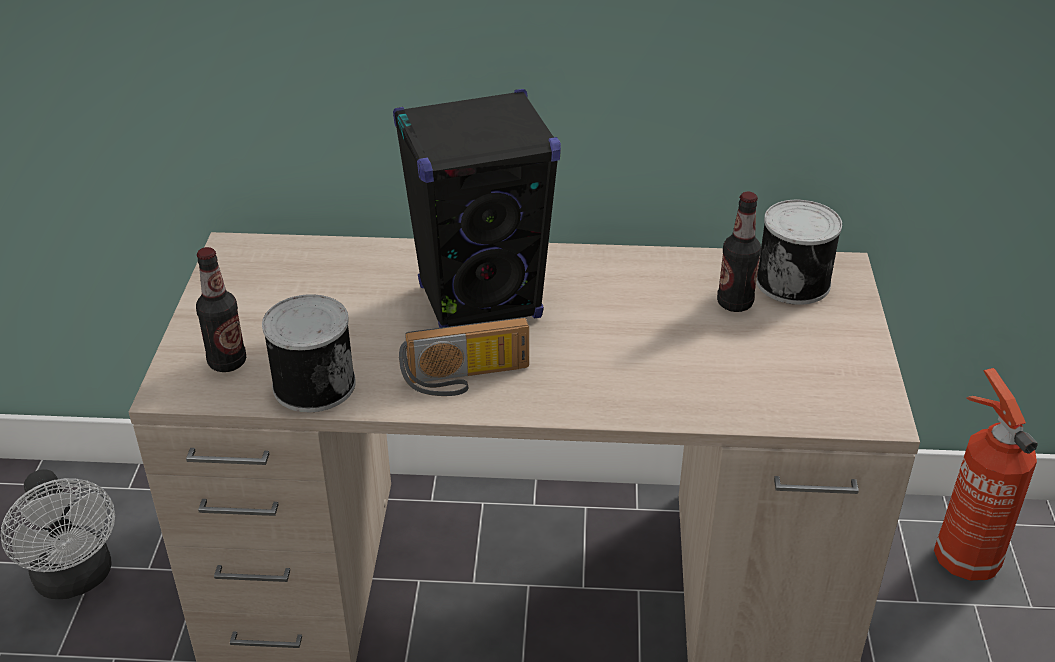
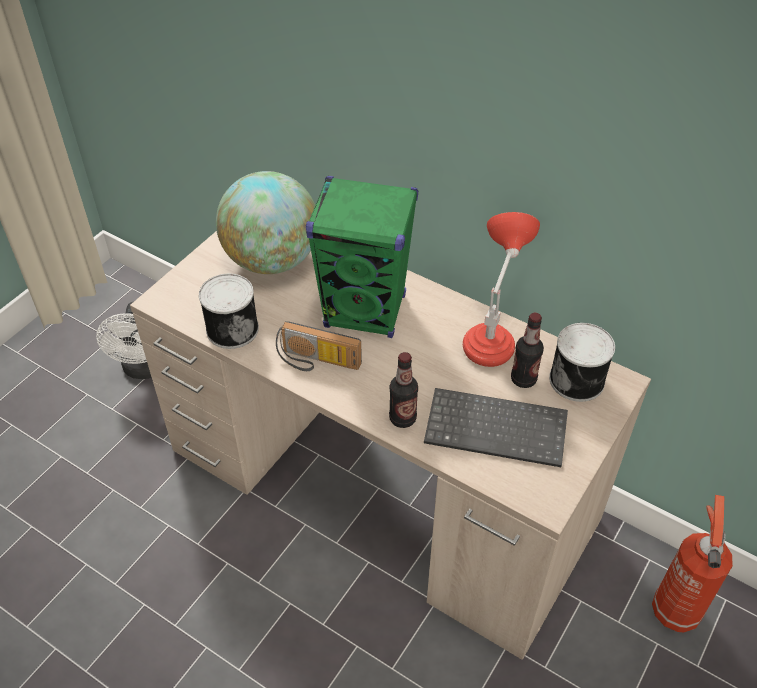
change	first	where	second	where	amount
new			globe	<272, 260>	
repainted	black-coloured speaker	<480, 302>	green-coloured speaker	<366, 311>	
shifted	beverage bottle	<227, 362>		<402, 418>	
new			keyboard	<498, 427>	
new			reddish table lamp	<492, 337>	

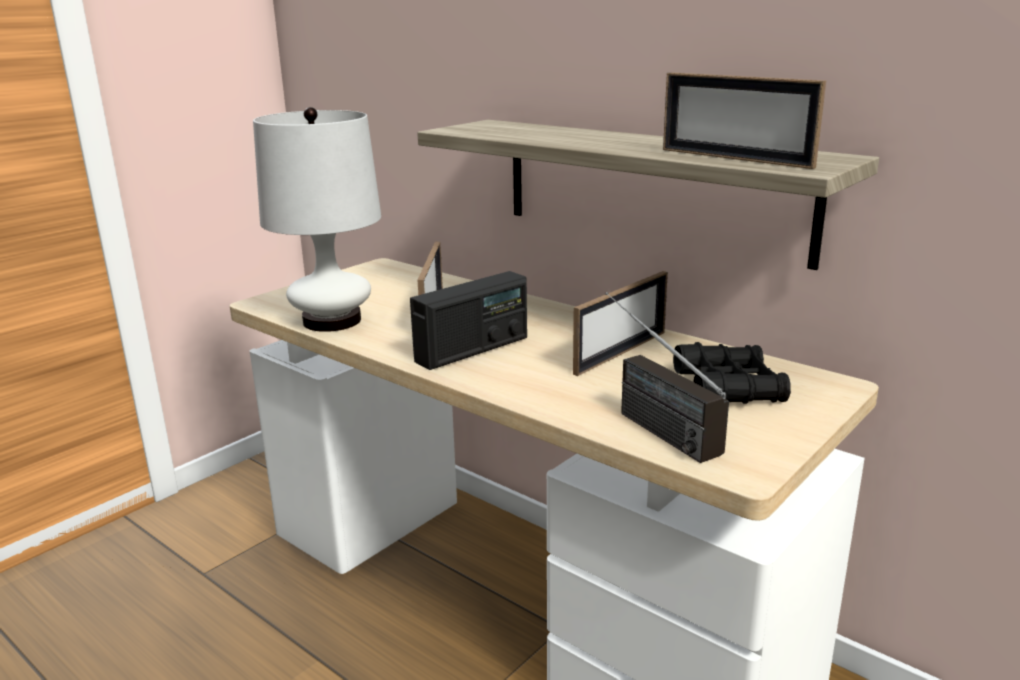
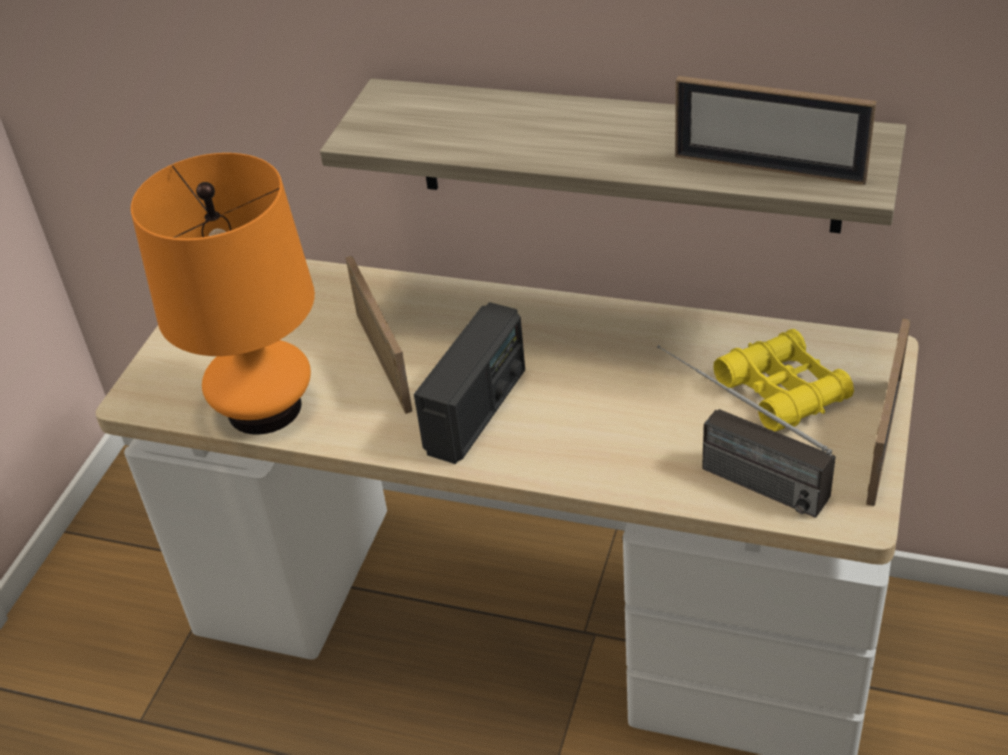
change	first	where	second	where	amount
repainted	whitish table lamp	<332, 321>	orange table lamp	<264, 408>	
repainted	black-coloured field glasses	<728, 388>	yellow field glasses	<782, 391>	
shifted	standing frame	<621, 352>		<883, 440>	

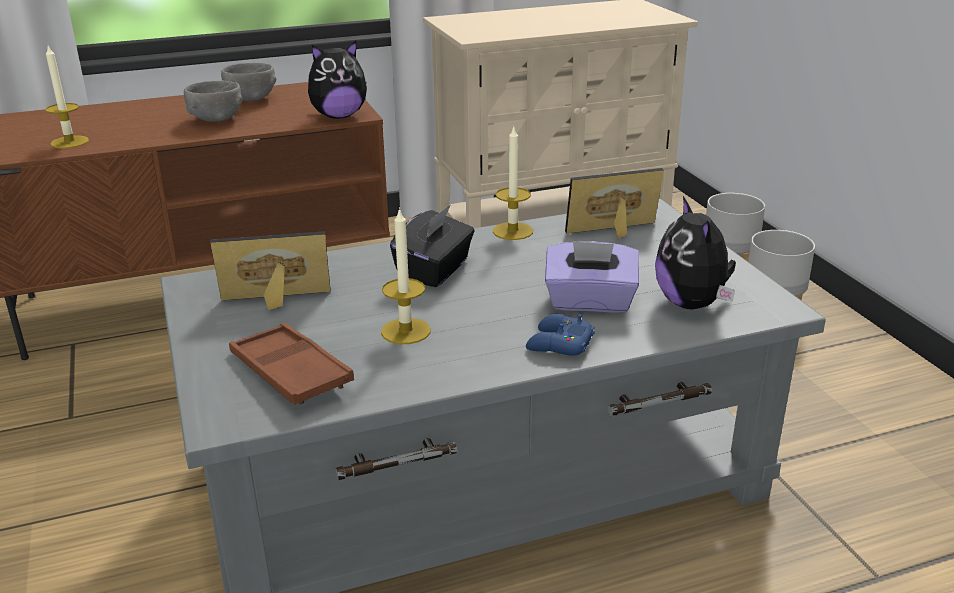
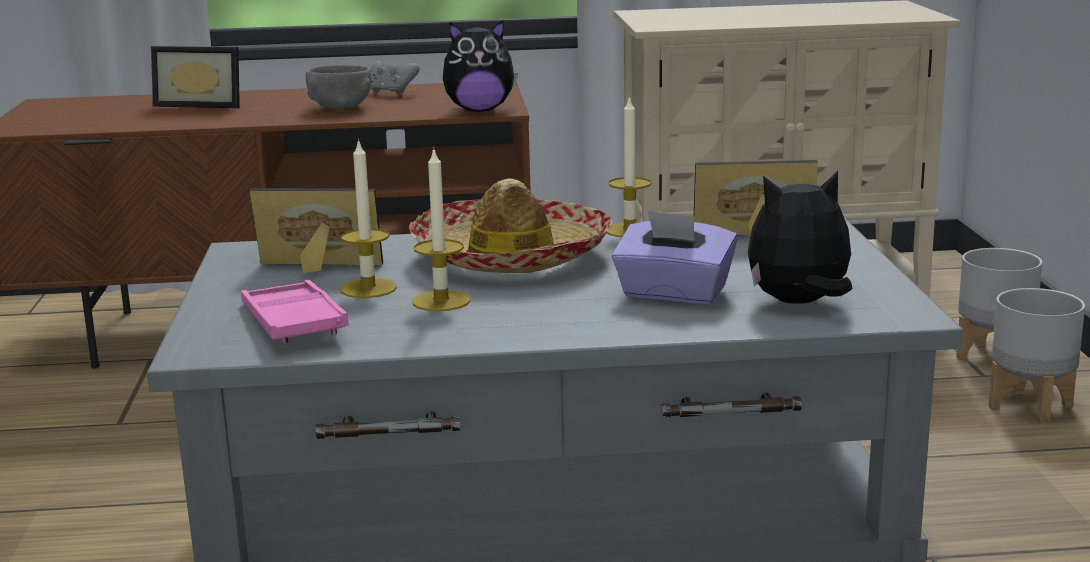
change	first	where	second	where	amount
new			standing frame	<202, 104>	
repainted	brownish carrying tray	<290, 372>	pink-coloured carrying tray	<293, 322>	
shifted	wax light	<69, 142>		<368, 288>	
swapped	grey serving bowl	<250, 99>	grey joypad	<391, 93>	
swapped	black-coloured tissue box	<435, 270>	hat	<512, 256>	
rotated	soft toy	<692, 304>		<799, 304>	75 degrees clockwise
gone	bluish joypad	<559, 344>			

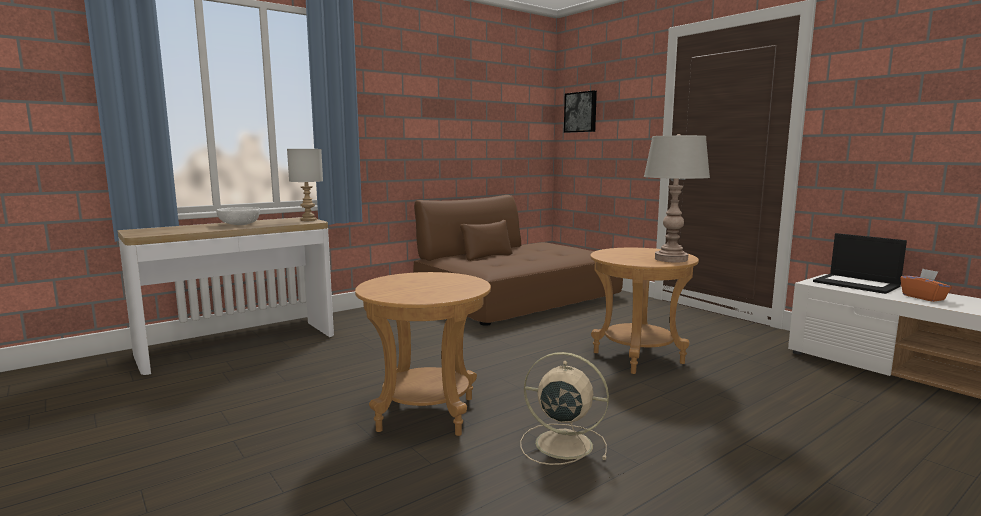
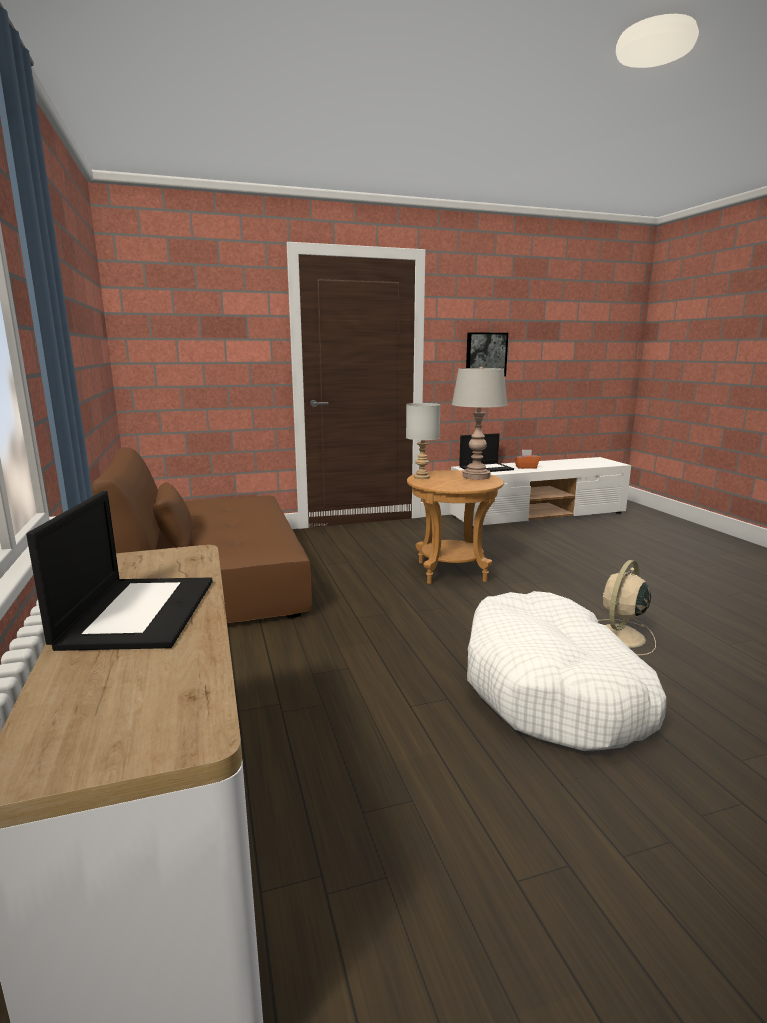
change	first	where	second	where	amount
swapped	whitish serving bowl	<240, 224>	notebook computer	<138, 611>	
shifted	grey table lamp	<308, 220>		<422, 477>	
shifted	picture	<581, 112>		<485, 354>	
swapped	brownish end table	<426, 414>	whitish dog bed	<554, 690>	

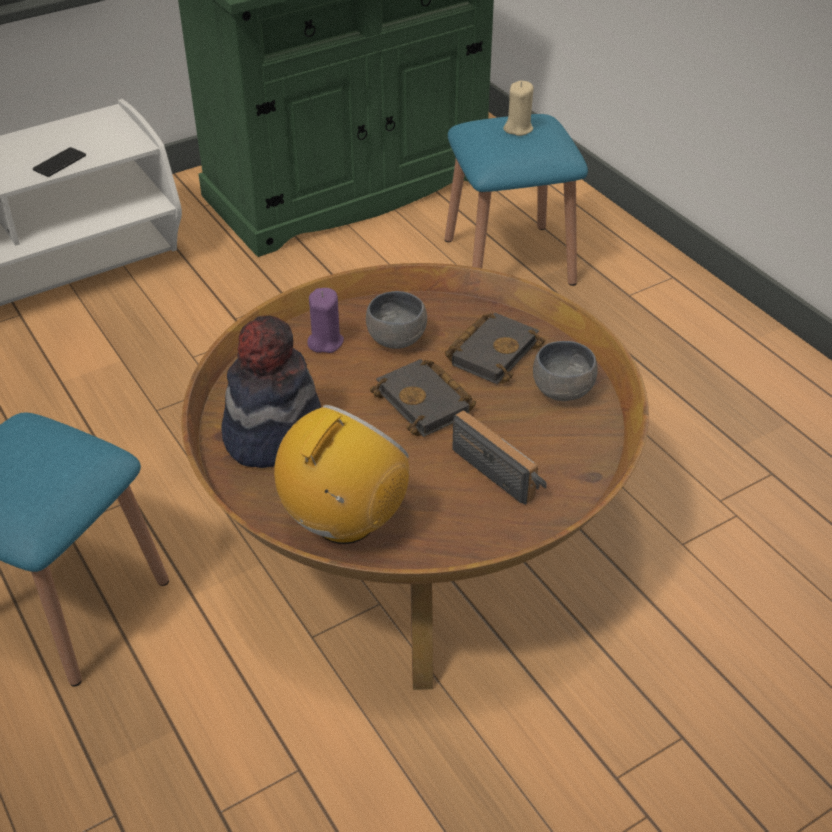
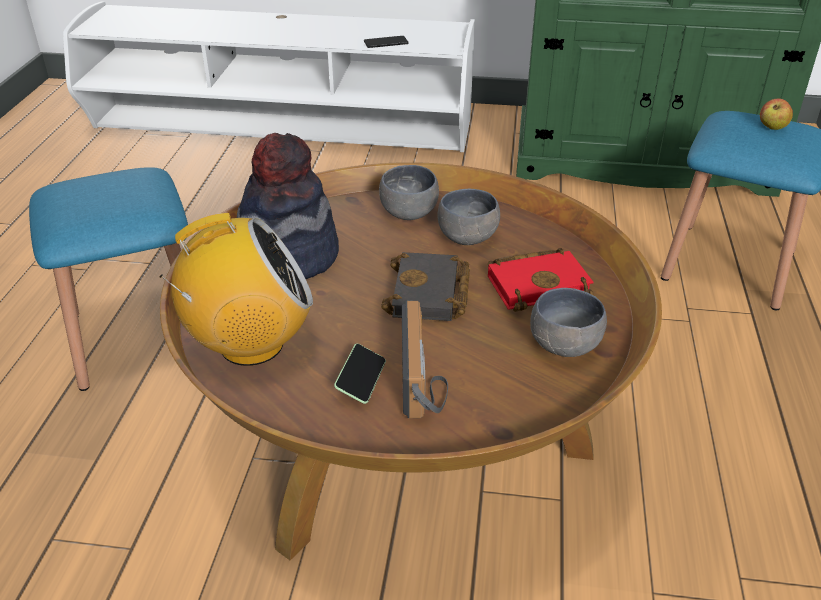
change	first	where	second	where	amount
new			handset	<361, 381>	
swapped	purple-coloured wax light	<325, 342>	grey serving bowl	<409, 214>	
repainted	black-coloured volume	<493, 351>	reddish volume	<539, 284>	
swapped	sand-coloured wax light	<518, 128>	apple fruit	<772, 127>	

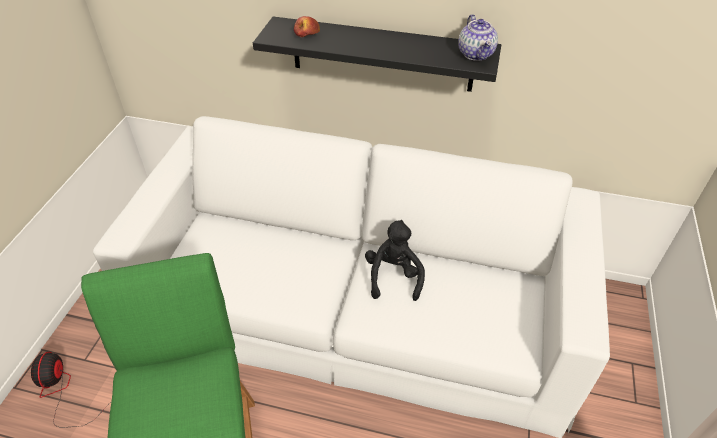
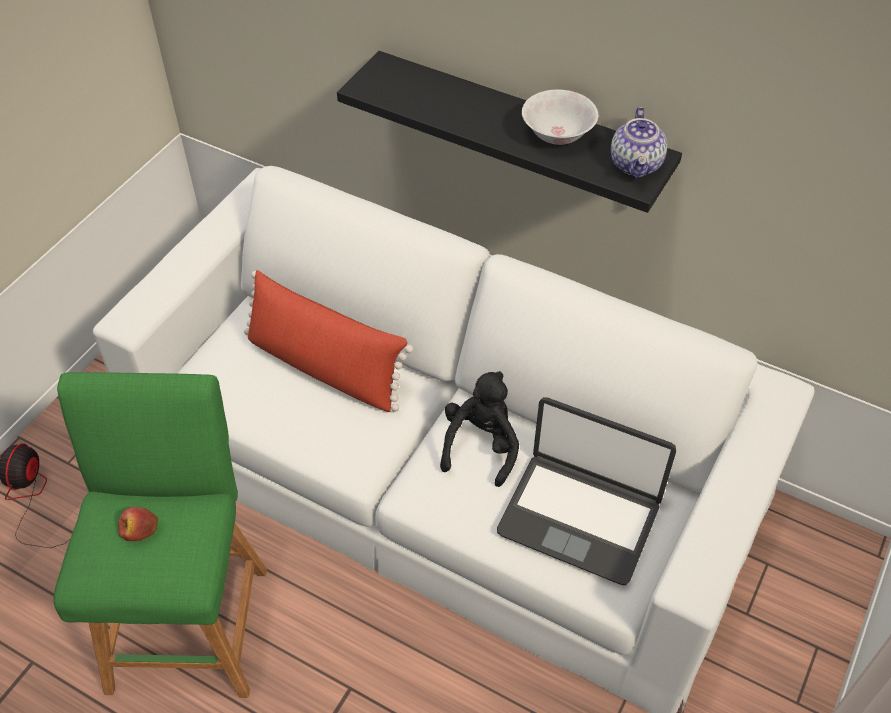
change	first	where	second	where	amount
shifted	apple fruit	<307, 34>		<139, 529>	
new			reddish pillow	<324, 367>	
new			notebook computer	<579, 517>	
new			whitish serving bowl	<558, 135>	

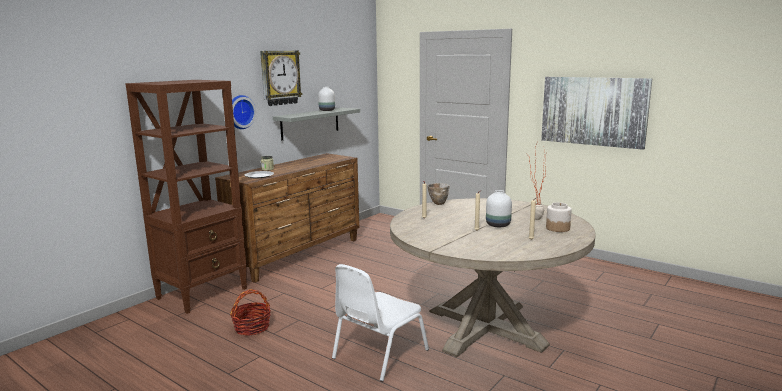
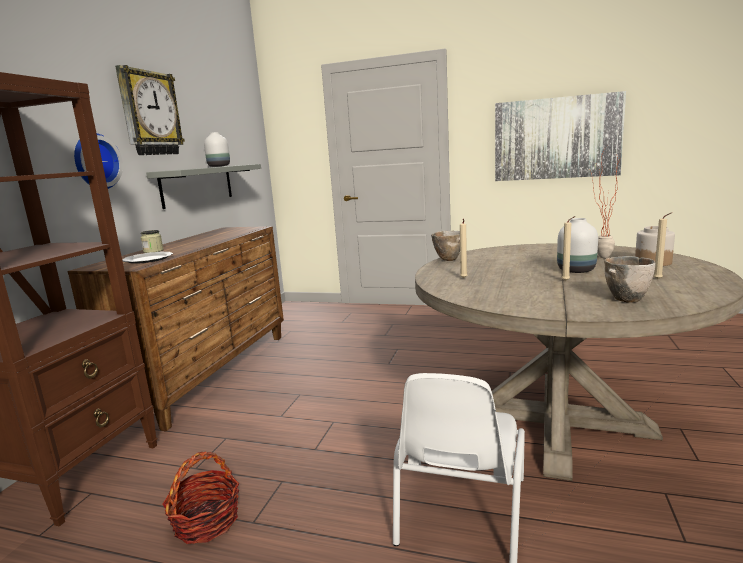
change	first	where	second	where	amount
new			serving bowl	<628, 299>	

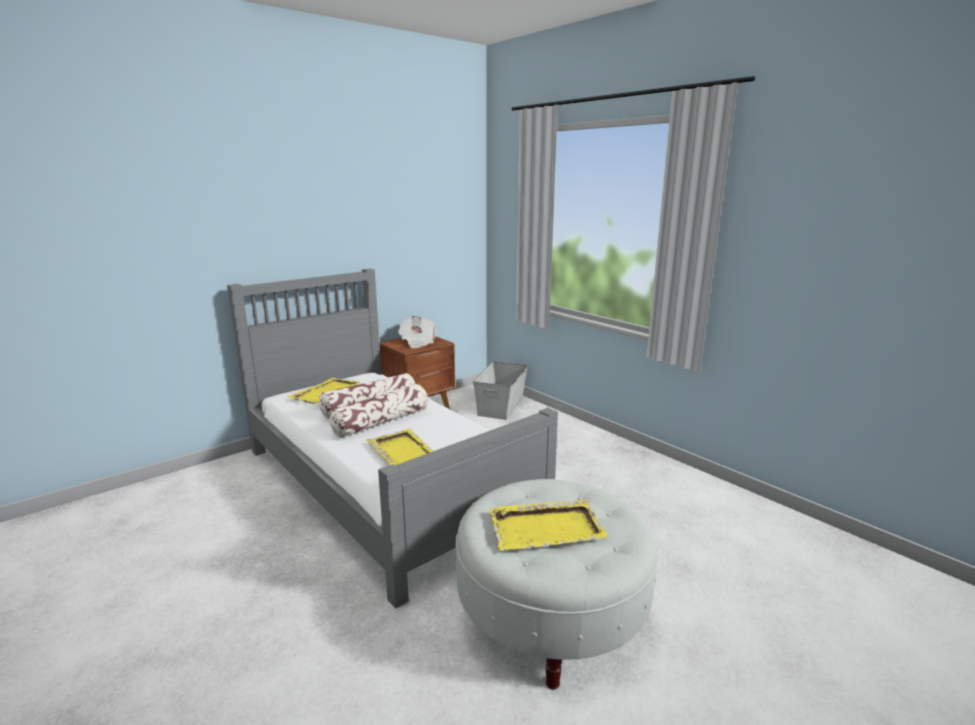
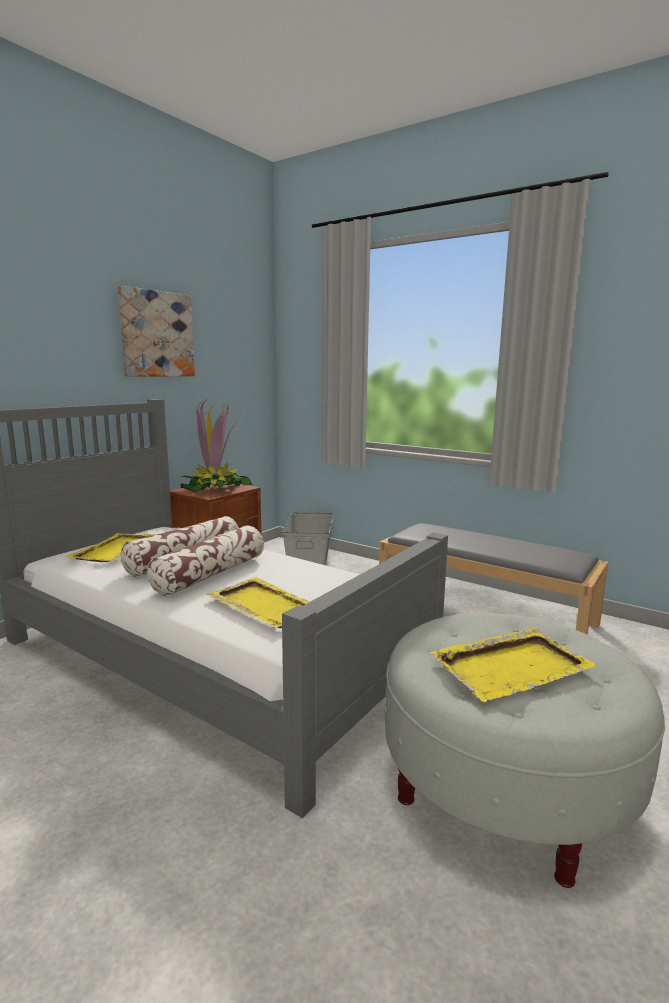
change	first	where	second	where	amount
new			picture	<156, 334>	
swapped	printed paper	<417, 342>	houseplant	<215, 488>	
new			grey bench	<485, 611>	

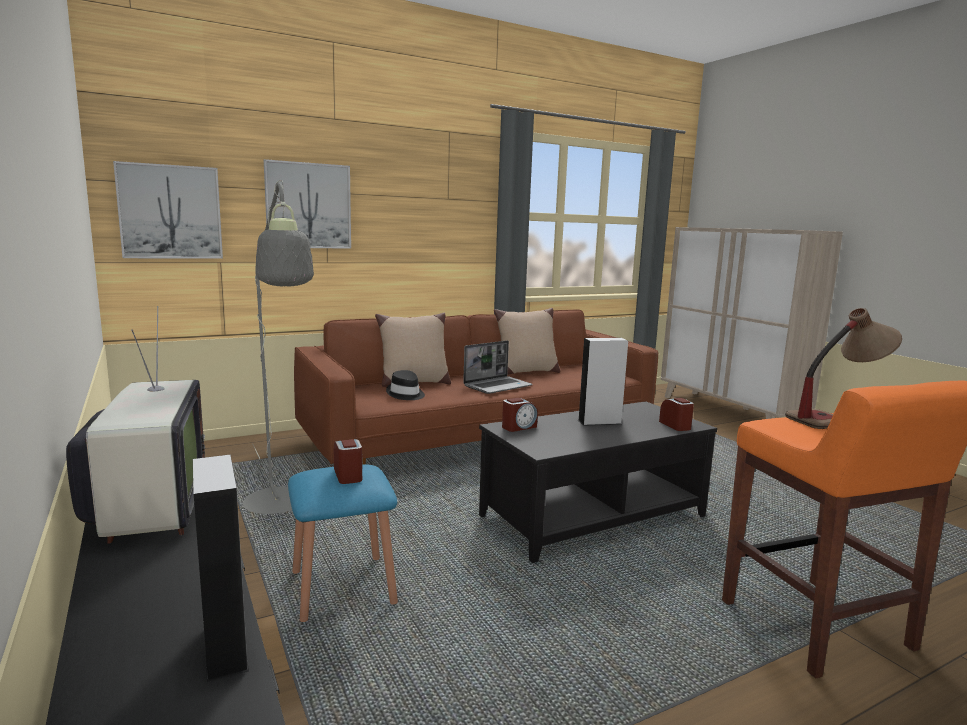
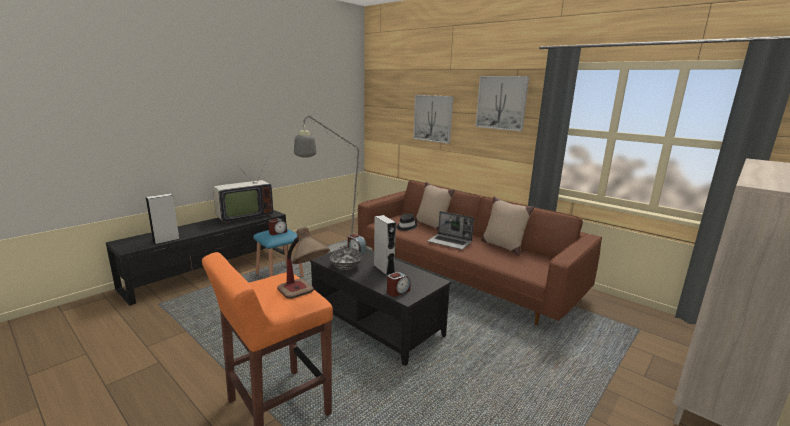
change	first	where	second	where	amount
new			serving bowl	<345, 266>	
shifted	picture	<170, 212>		<501, 103>	

